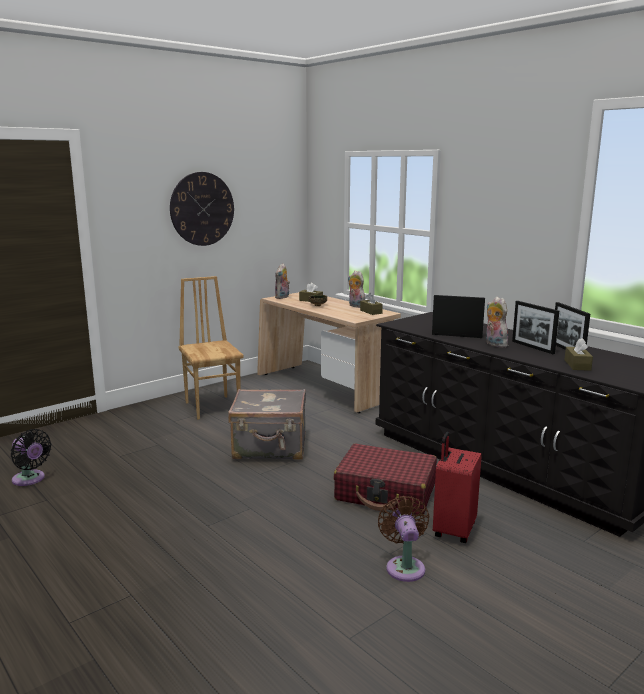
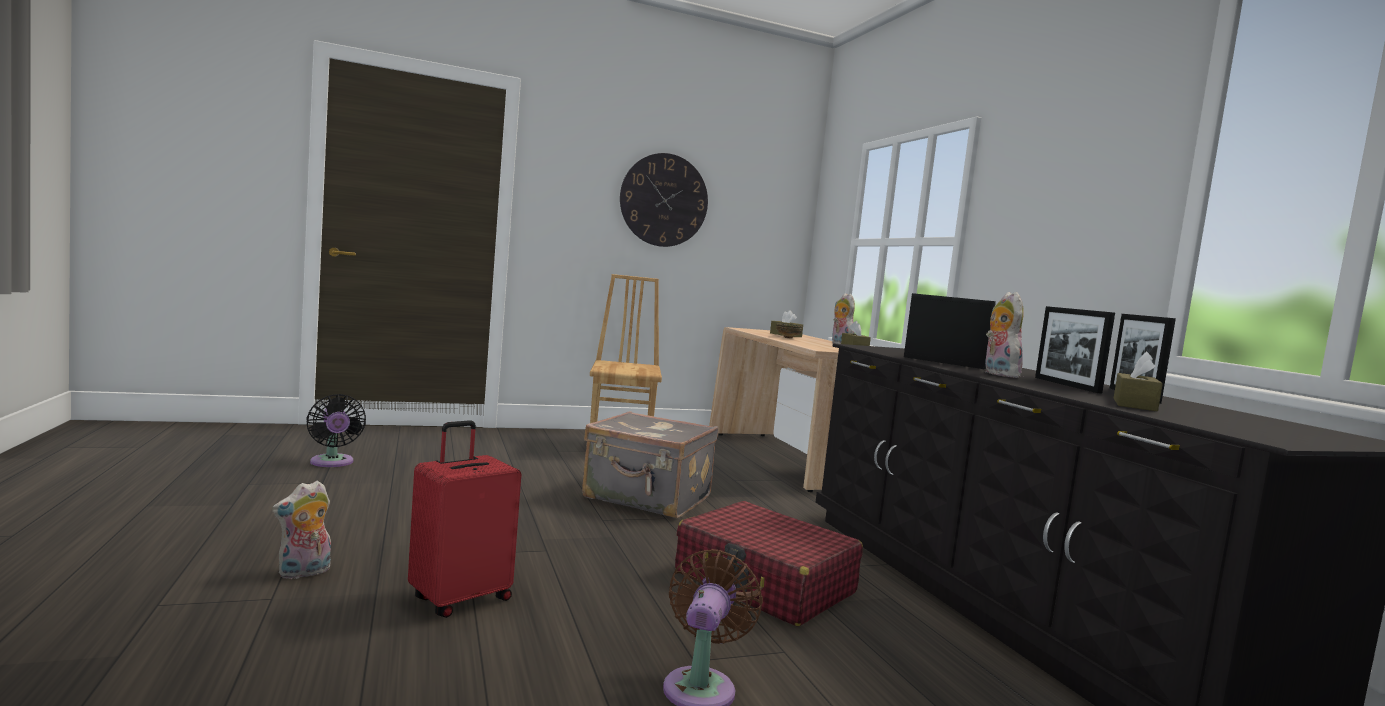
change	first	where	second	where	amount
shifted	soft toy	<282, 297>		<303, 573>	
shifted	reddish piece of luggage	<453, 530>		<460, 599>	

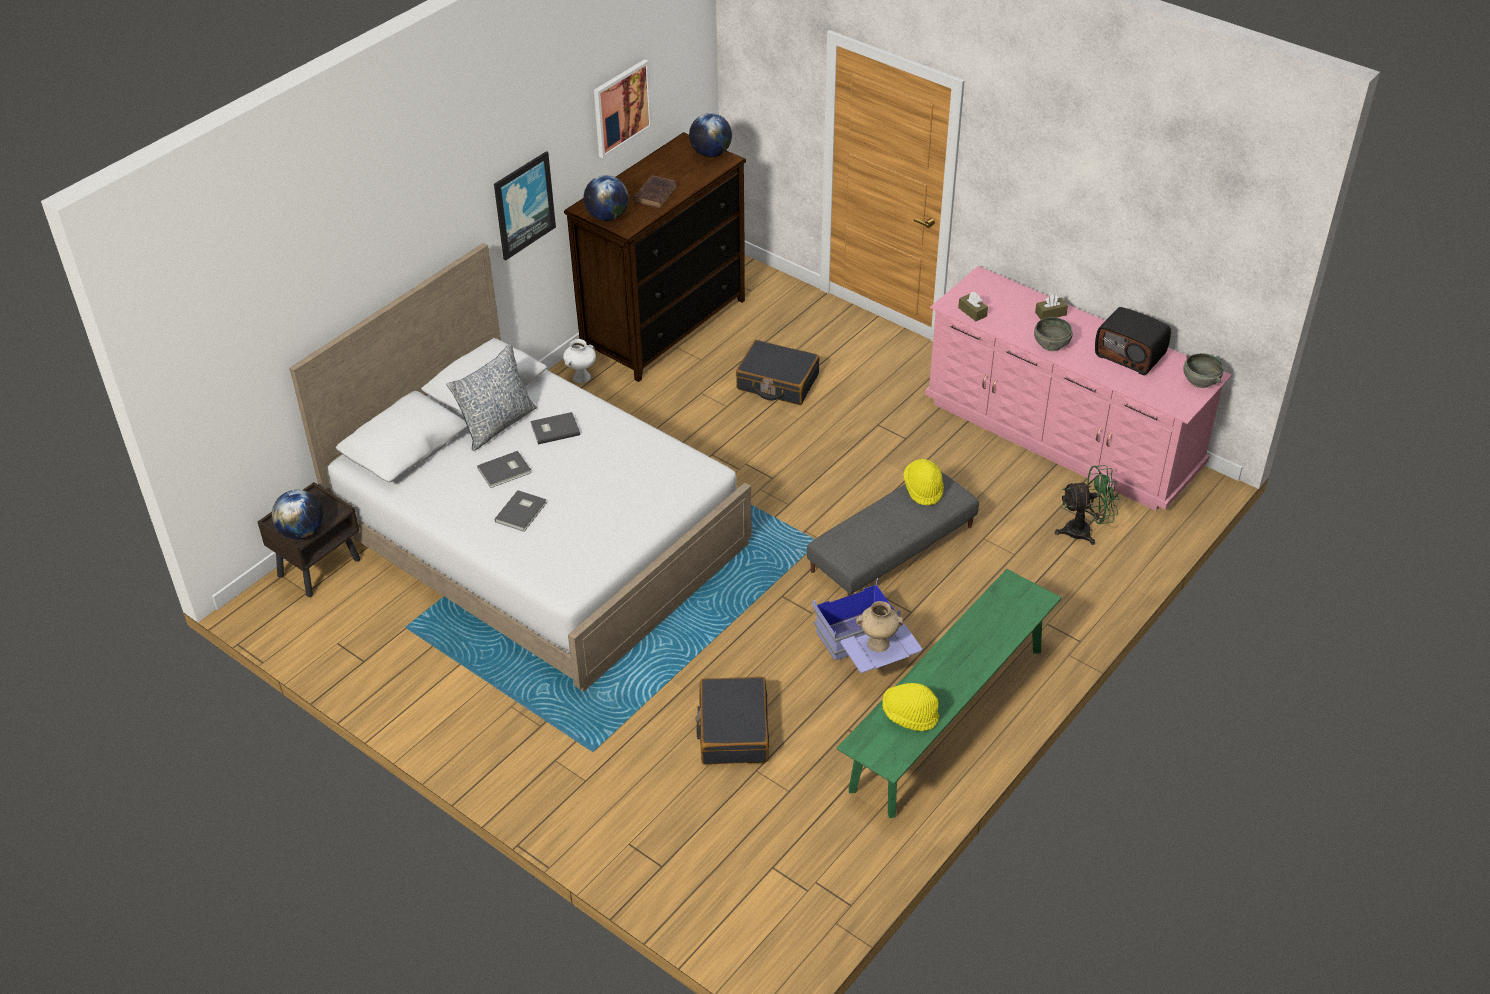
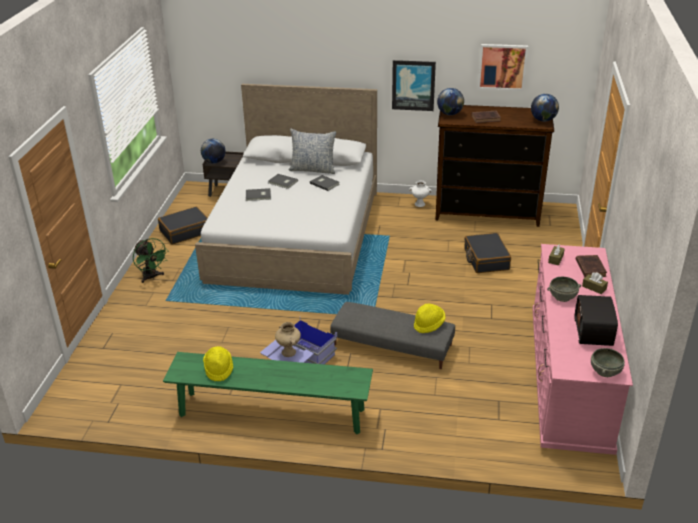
change	first	where	second	where	amount
shifted	green-coloured fan	<1084, 531>		<152, 277>	
shifted	black-coloured piece of luggage	<733, 730>		<185, 231>	
new			brownish volume	<590, 267>	

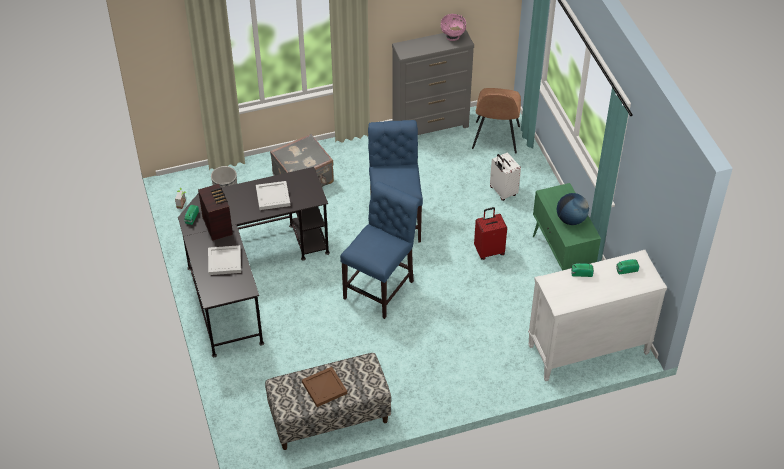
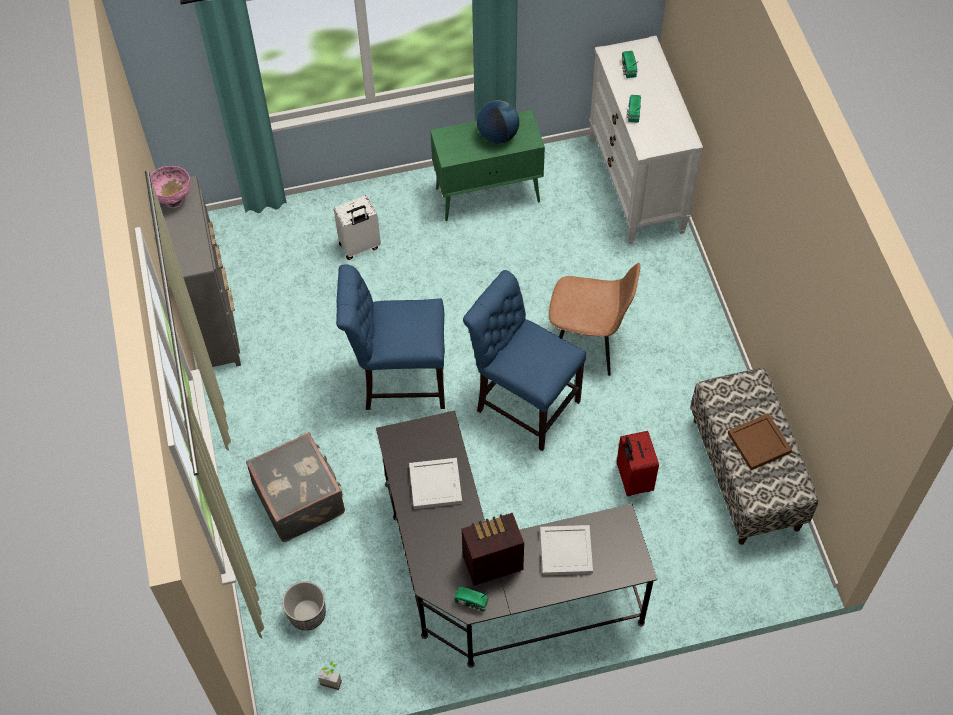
change	first	where	second	where	amount
shifted	brownish upright chair	<495, 138>		<588, 343>	
shifted	reddish piece of luggage	<489, 251>		<632, 479>	

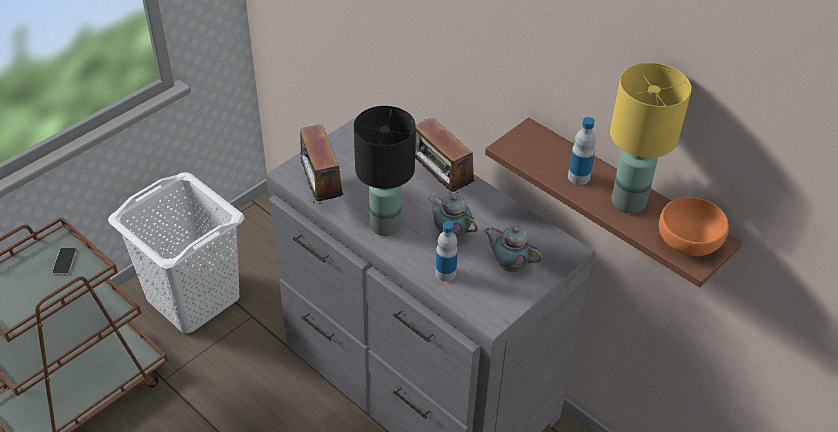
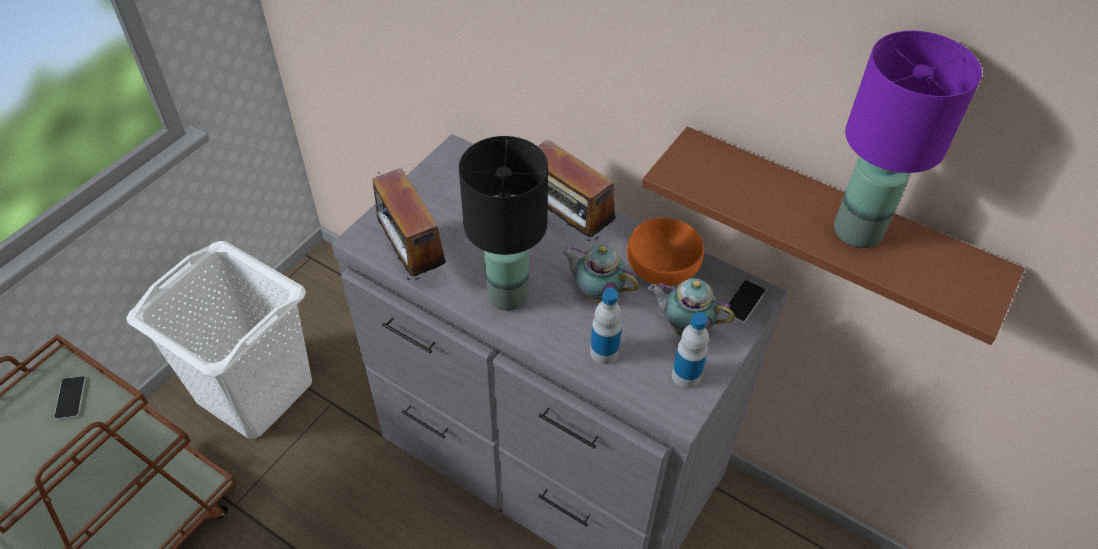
change	first	where	second	where	amount
shifted	orange serving bowl	<688, 240>		<662, 266>	
shifted	beverage bottle	<578, 177>		<686, 376>	
new			handset	<744, 302>	
repainted	yellow table lamp	<627, 201>	purple-coloured table lamp	<856, 230>	

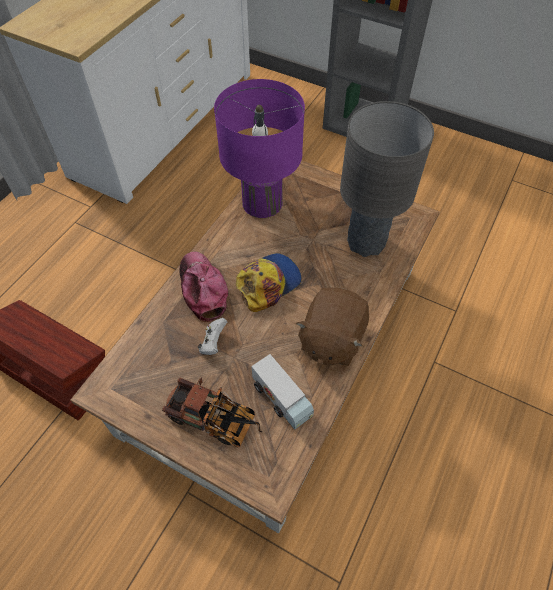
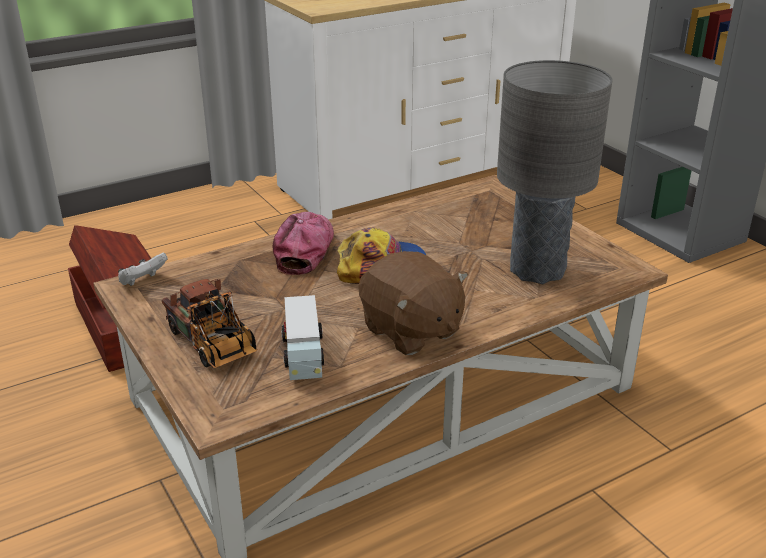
change	first	where	second	where	amount
shifted	whitish joypad	<213, 343>		<143, 281>	
rotated	brownish soft toy	<331, 339>		<411, 331>	90 degrees counterclockwise
gone	purple-coloured table lamp	<262, 202>			

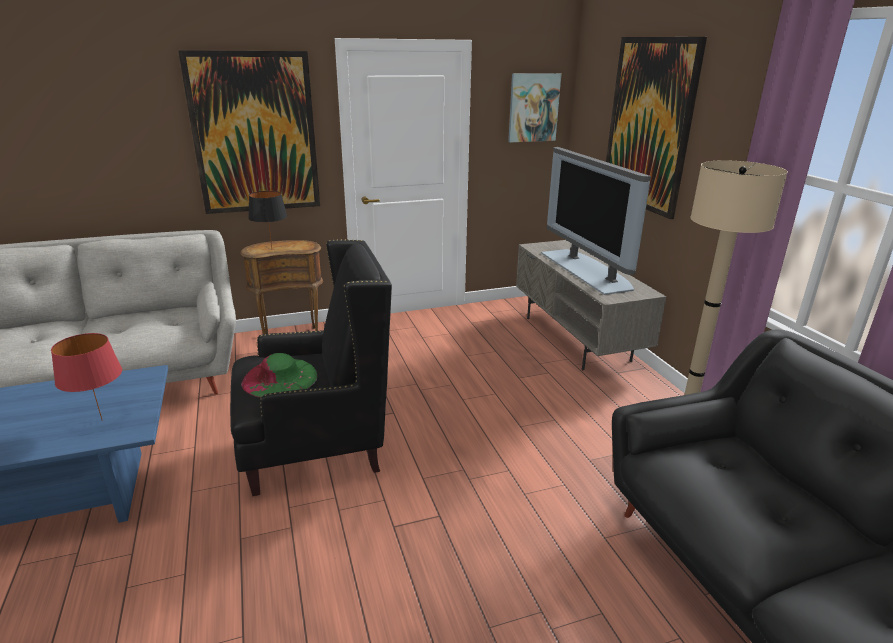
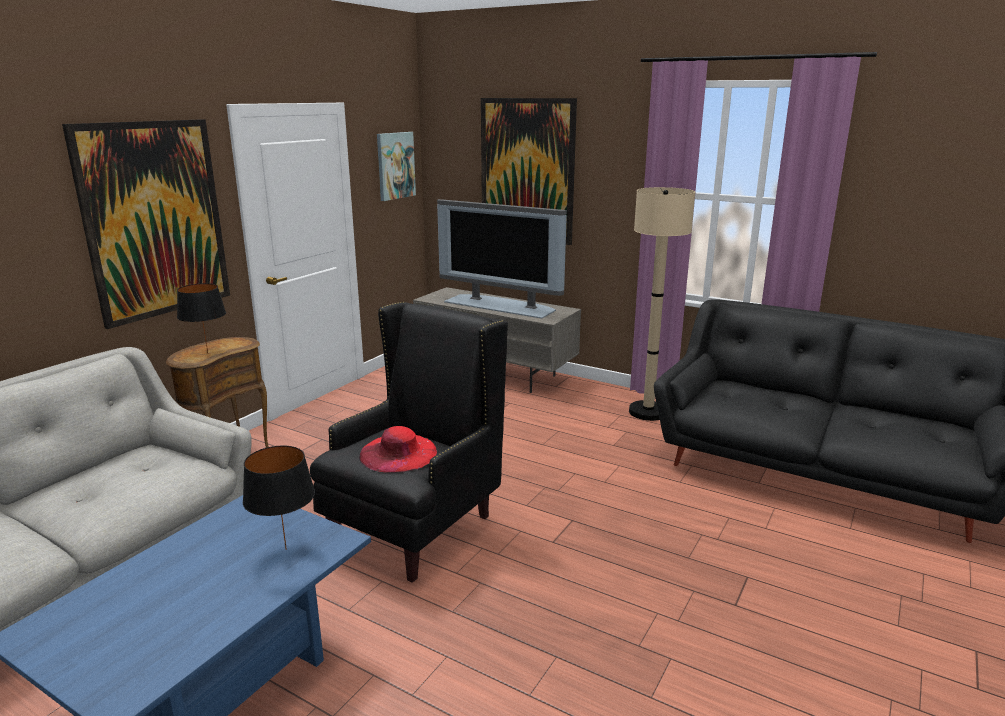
change	first	where	second	where	amount
repainted	reddish table lamp	<101, 420>	black-coloured table lamp	<285, 549>	
repainted	green-coloured hat	<280, 378>	reddish hat	<398, 453>	

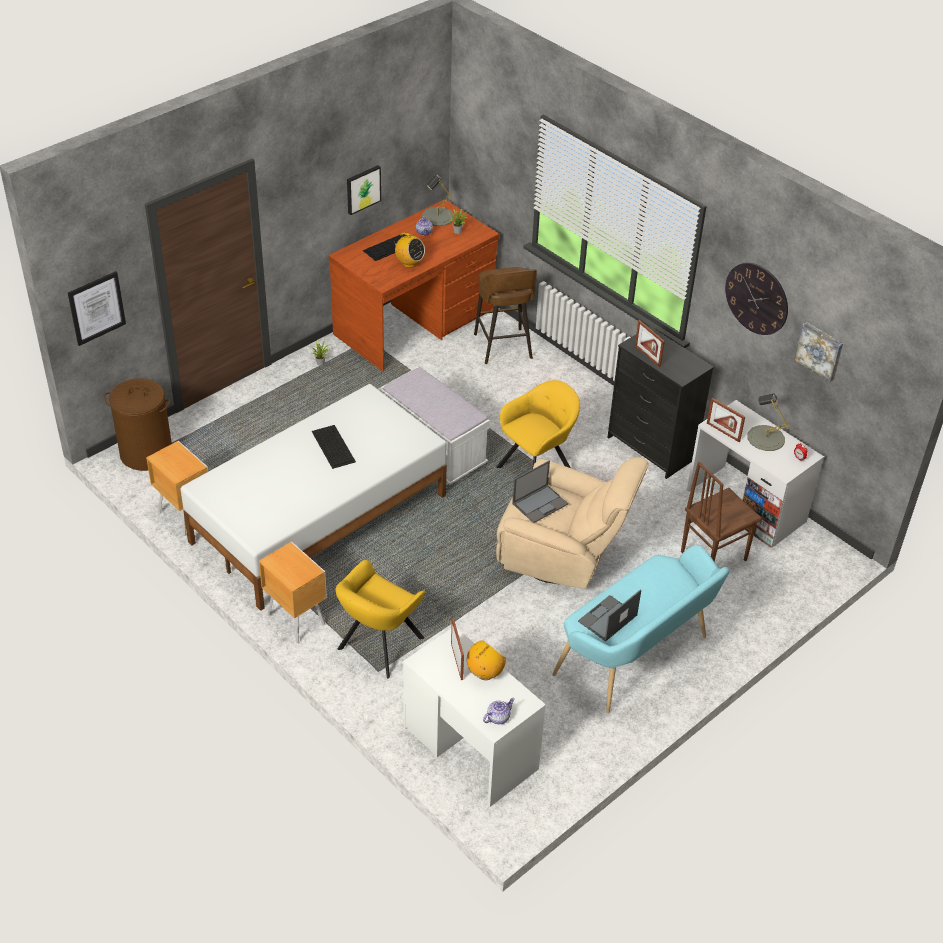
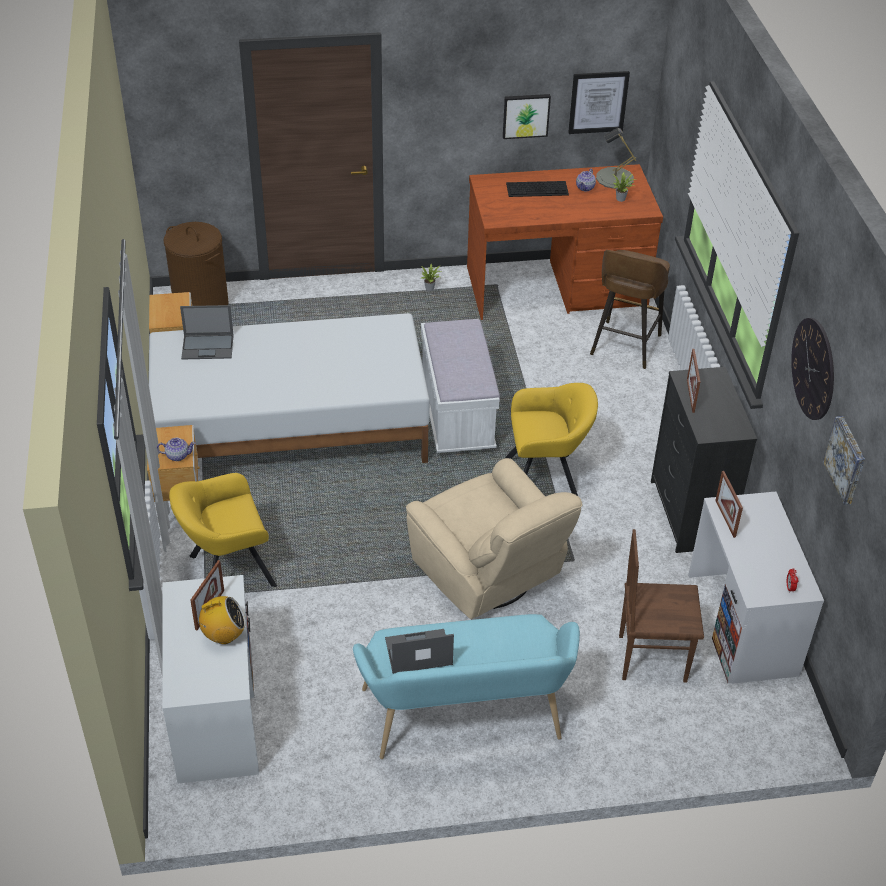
change	first	where	second	where	amount
shifted	pot for tea	<497, 717>		<177, 455>	
shifted	notebook computer	<540, 503>		<208, 347>	
shifted	picture	<96, 308>		<598, 102>	
gone	keyboard	<333, 446>			
gone	radio	<409, 263>			
gone	grey table lamp	<765, 438>			

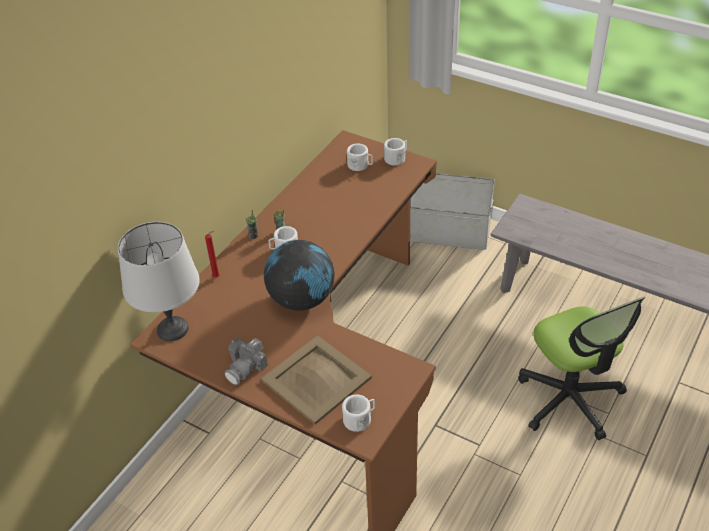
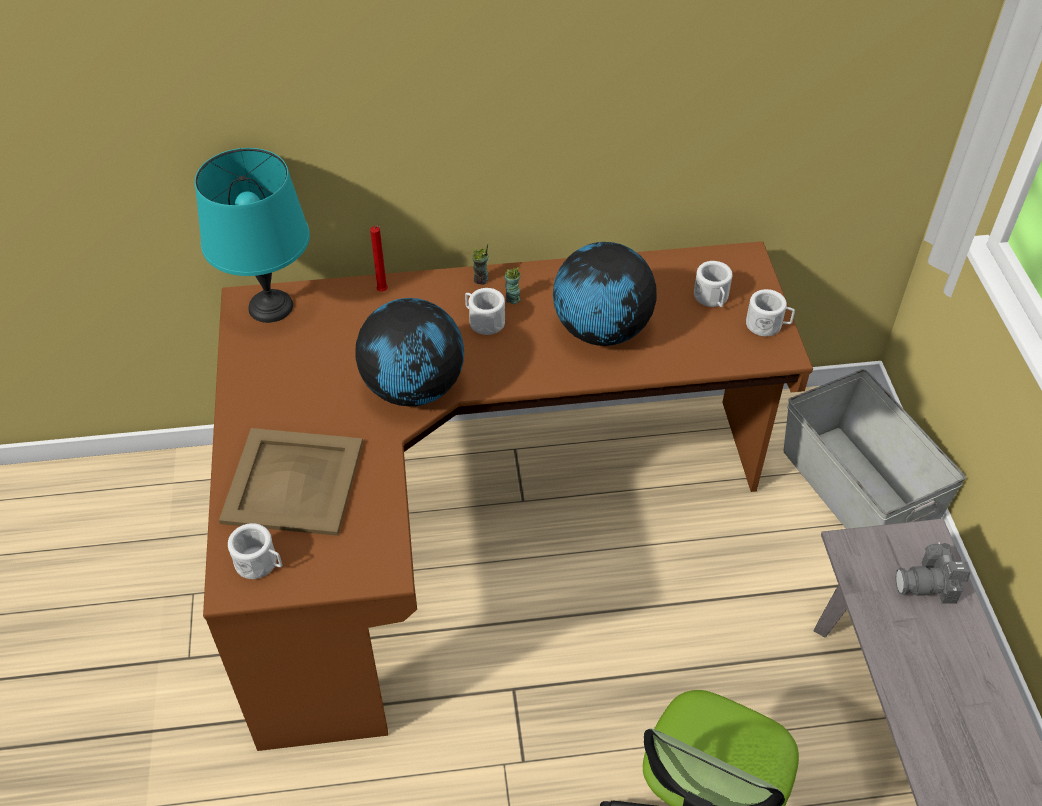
change	first	where	second	where	amount
repainted	grey table lamp	<172, 328>	turquoise table lamp	<271, 306>	
new			globe	<601, 330>	
shifted	still camera	<246, 367>		<930, 584>	

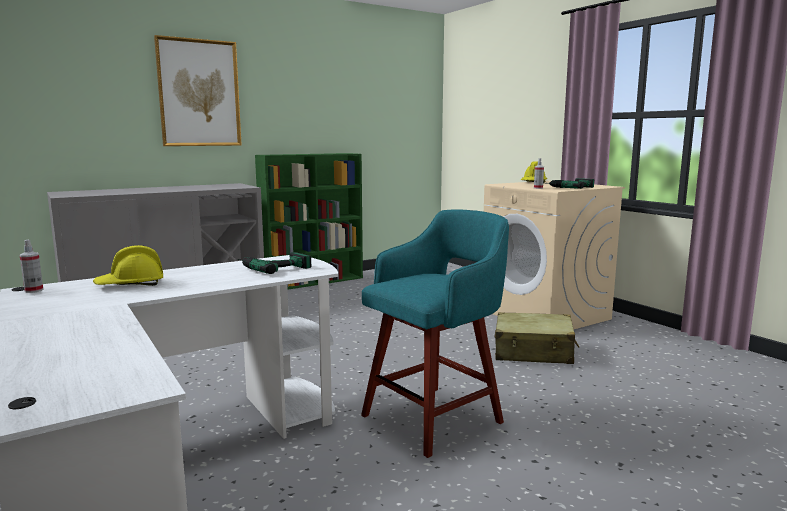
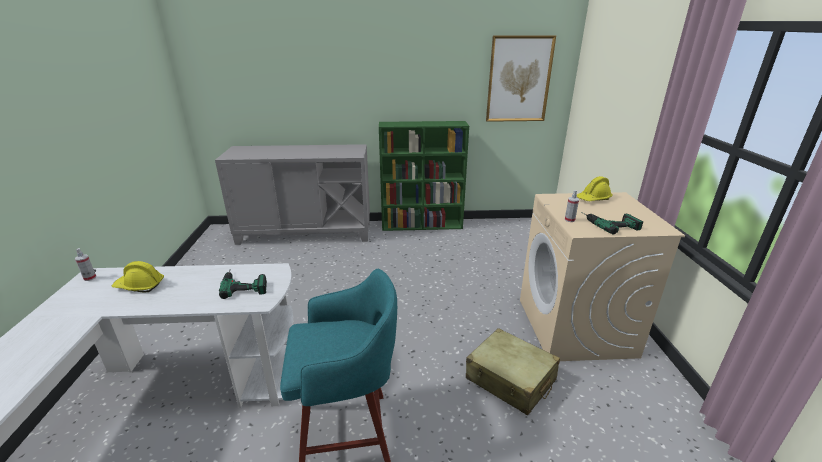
change	first	where	second	where	amount
shifted	picture	<199, 93>		<519, 79>	

